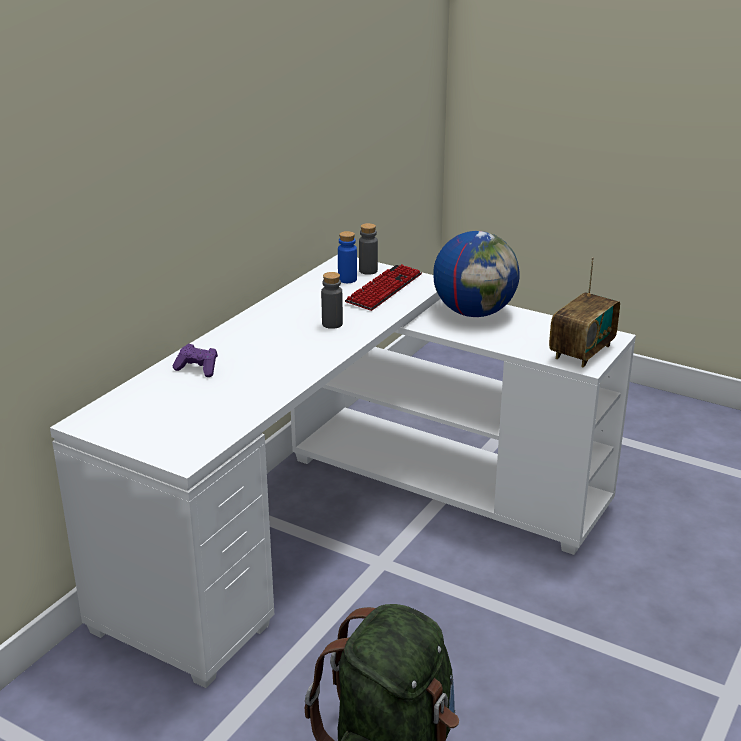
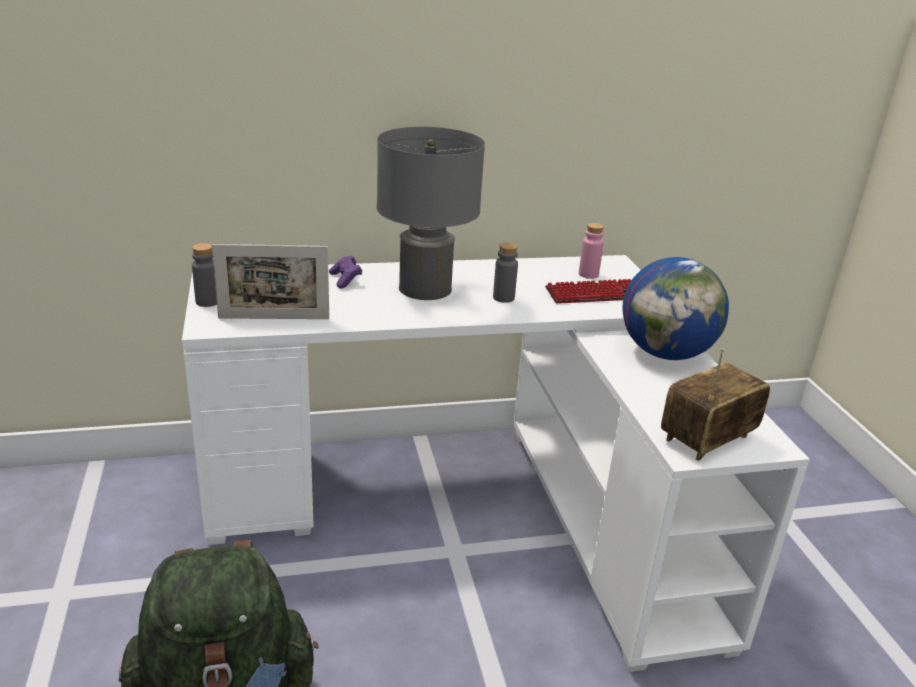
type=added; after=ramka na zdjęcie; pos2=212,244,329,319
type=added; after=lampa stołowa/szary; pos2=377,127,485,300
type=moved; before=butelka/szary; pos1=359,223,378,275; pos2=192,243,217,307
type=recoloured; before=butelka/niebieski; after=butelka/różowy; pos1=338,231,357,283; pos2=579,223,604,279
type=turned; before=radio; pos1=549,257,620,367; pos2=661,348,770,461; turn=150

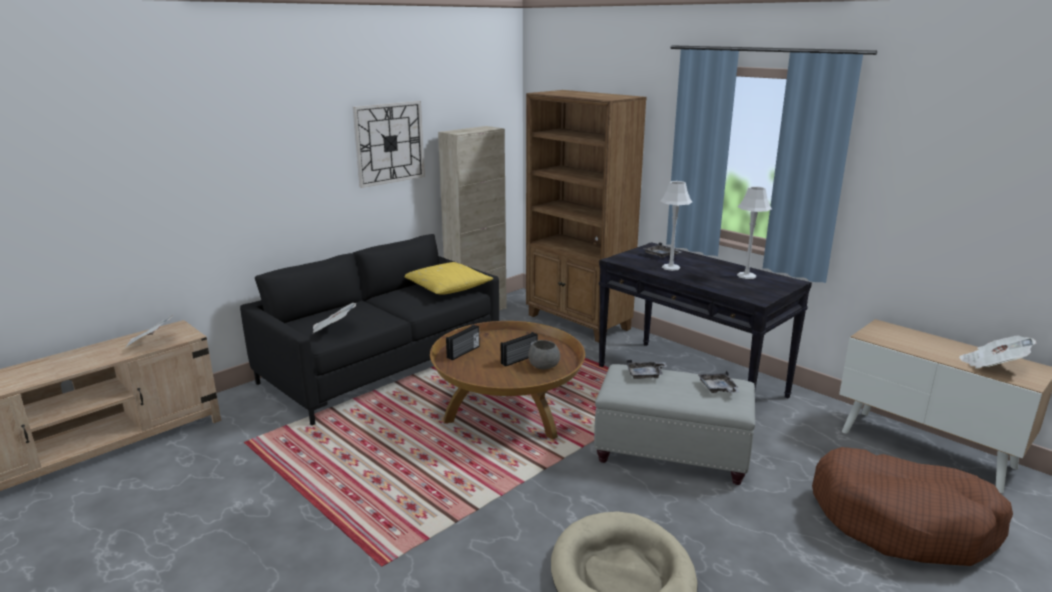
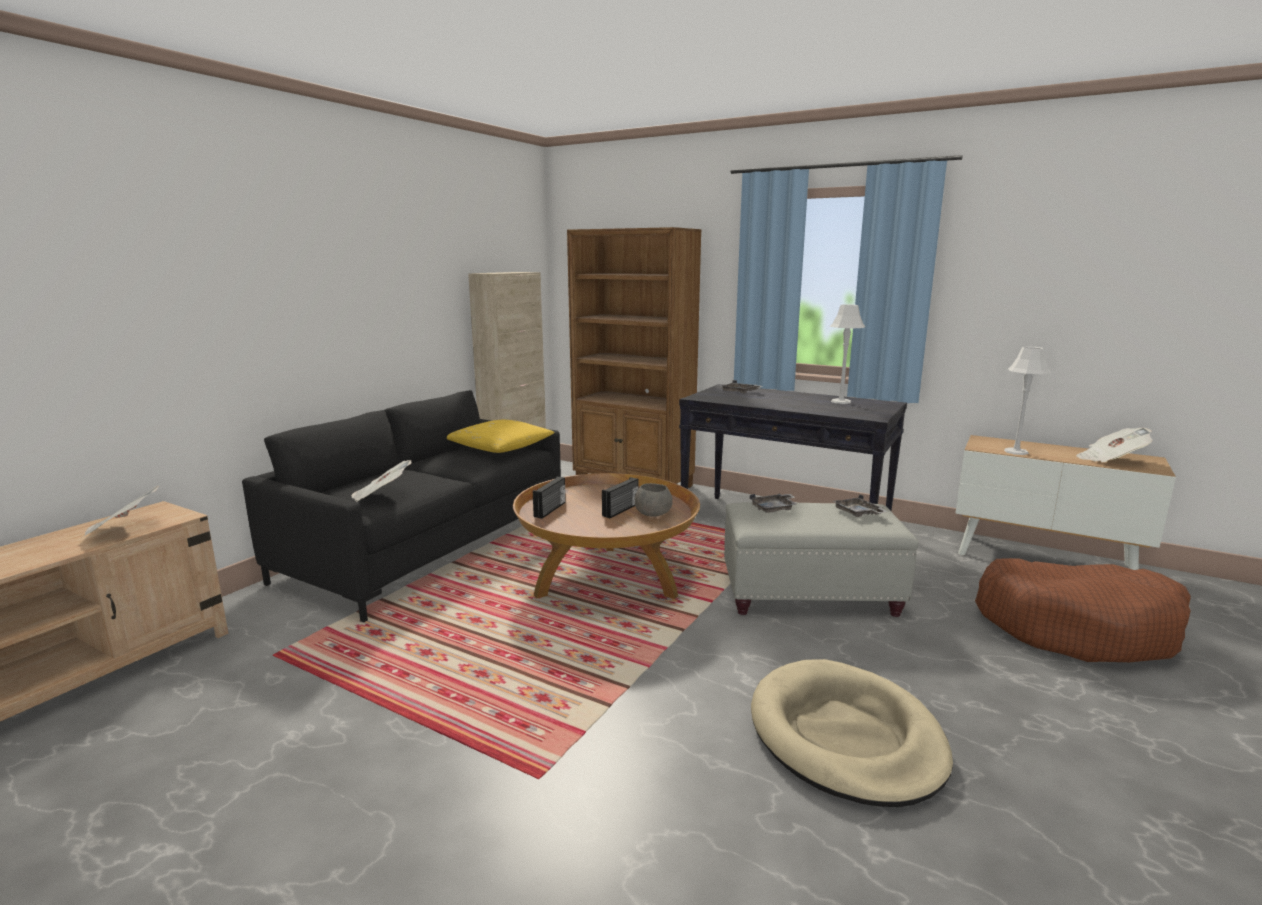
type=removed; before=zegar ścienny; pos1=353,101,425,188
type=moved; before=lampa stołowa/szary; pos1=660,181,692,271; pos2=1004,346,1051,455

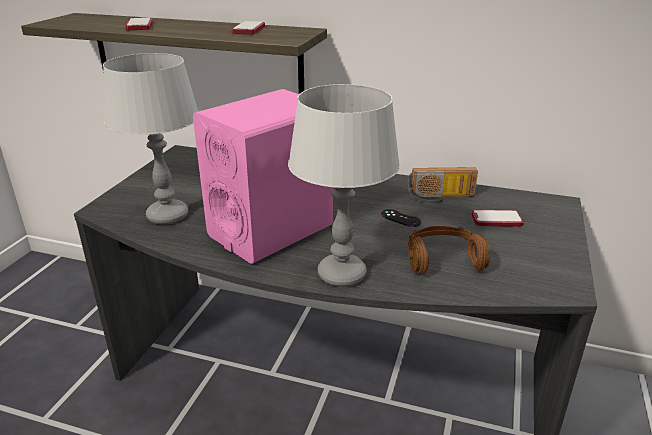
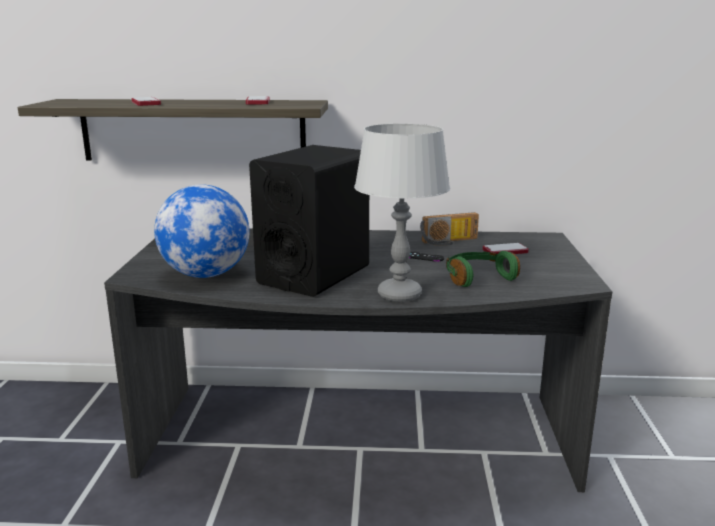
type=replaced; before=lampa stołowa/szary; after=globus; pos1=103,53,198,225; pos2=154,184,249,278
type=recoloured; before=głośnik/różowy; after=głośnik/czarny; pos1=193,89,333,264; pos2=249,145,369,297
type=recoloured; before=słuchawki/brązowy; after=słuchawki/zielony; pos1=408,226,490,274; pos2=446,251,520,287

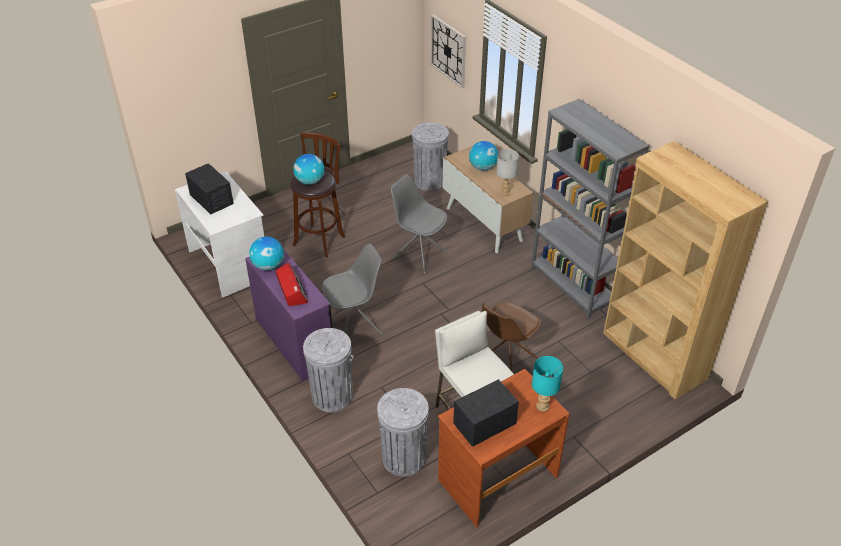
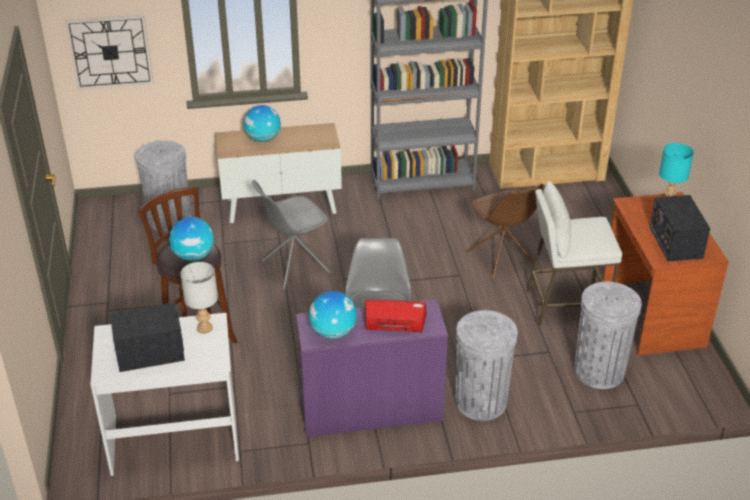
type=moved; before=lampa stołowa/szary; pos1=496,149,519,196; pos2=180,262,218,334

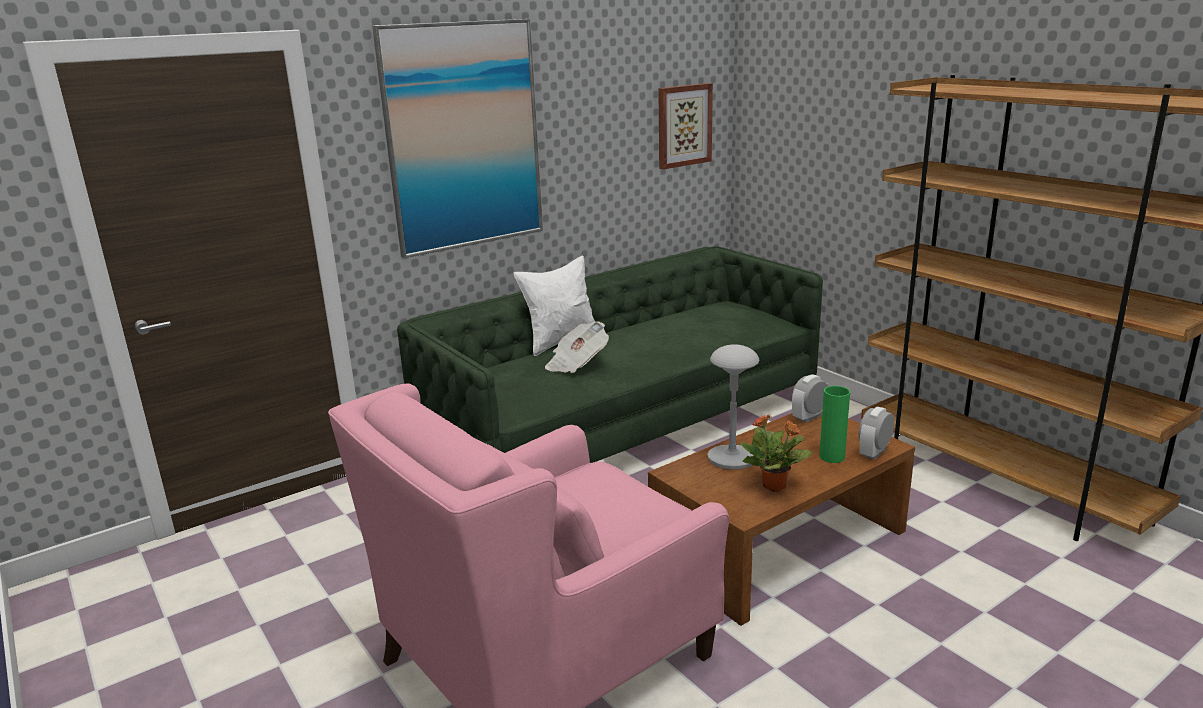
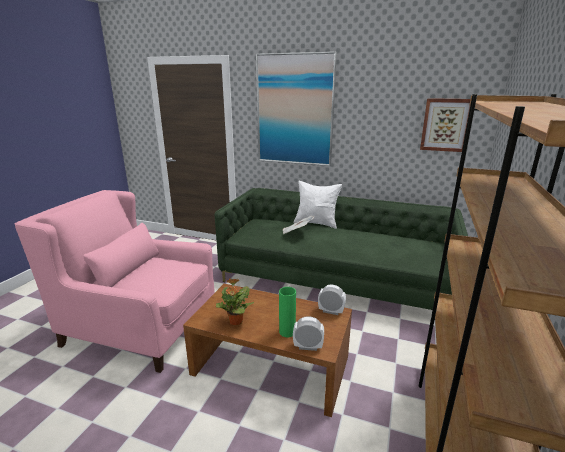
type=removed; before=lampa stołowa/szary; pos1=707,344,759,470

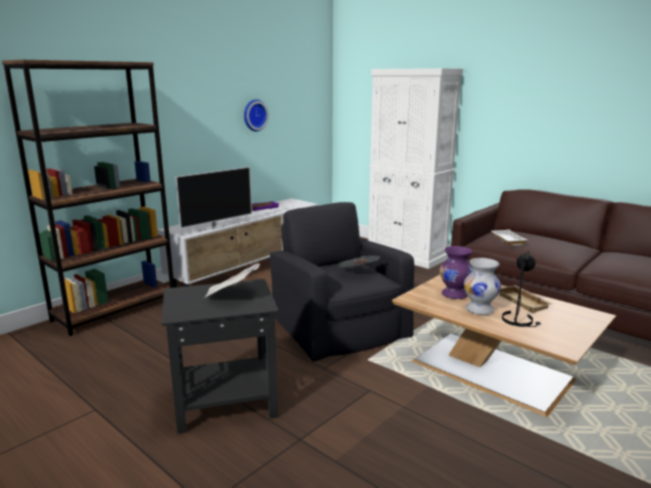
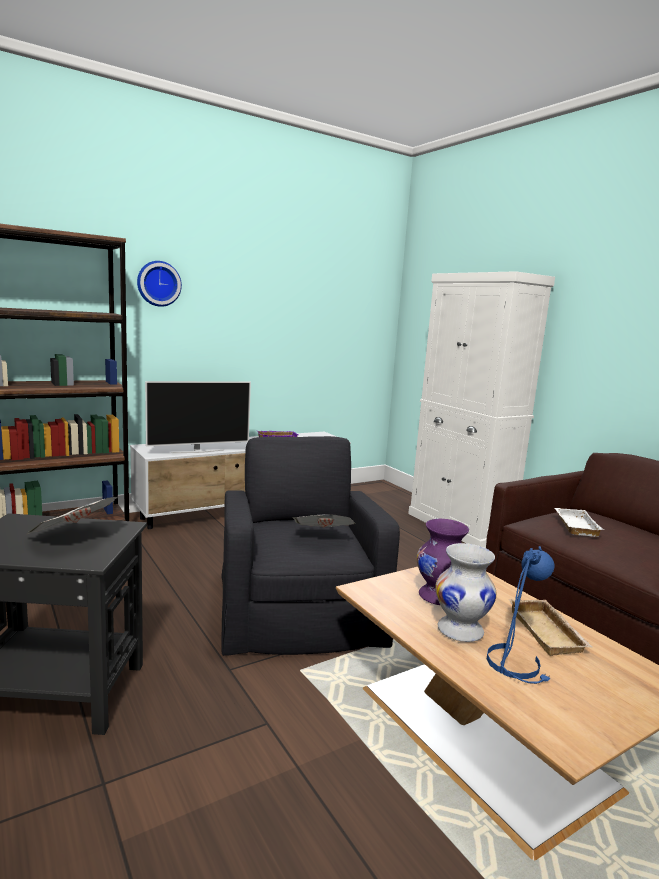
type=moved; before=zegar ścienny; pos1=244,99,269,131; pos2=137,261,182,307
type=recoloured; before=lampa stołowa/czarny; after=lampa stołowa/niebieski; pos1=502,251,541,327; pos2=487,546,554,684

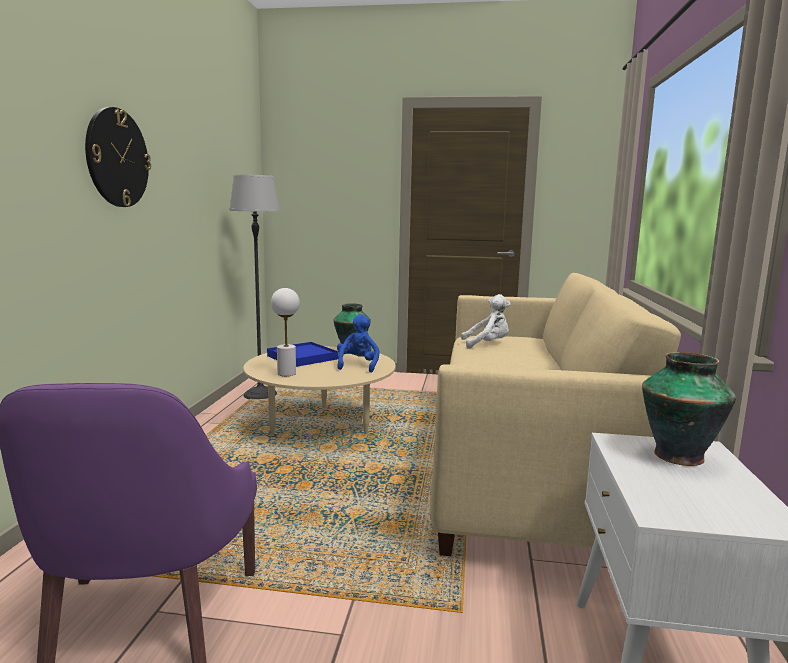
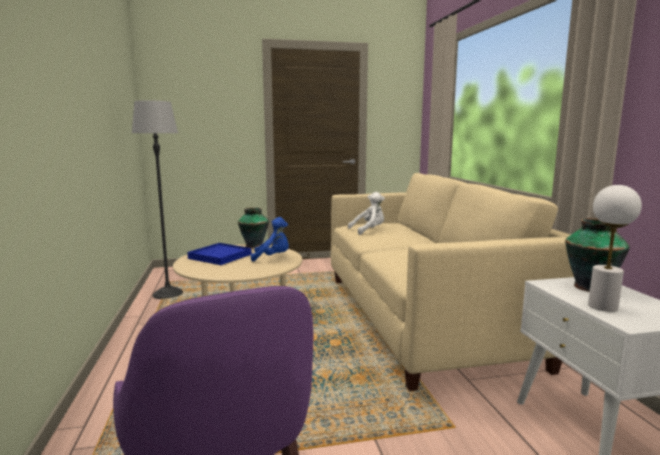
type=removed; before=zegar ścienny; pos1=85,107,151,207
type=moved; before=lampa stołowa/biały; pos1=271,288,300,376; pos2=588,185,642,312
type=turned; before=pluszak/niebieski; pos1=337,314,379,373; pos2=251,217,289,262; turn=105

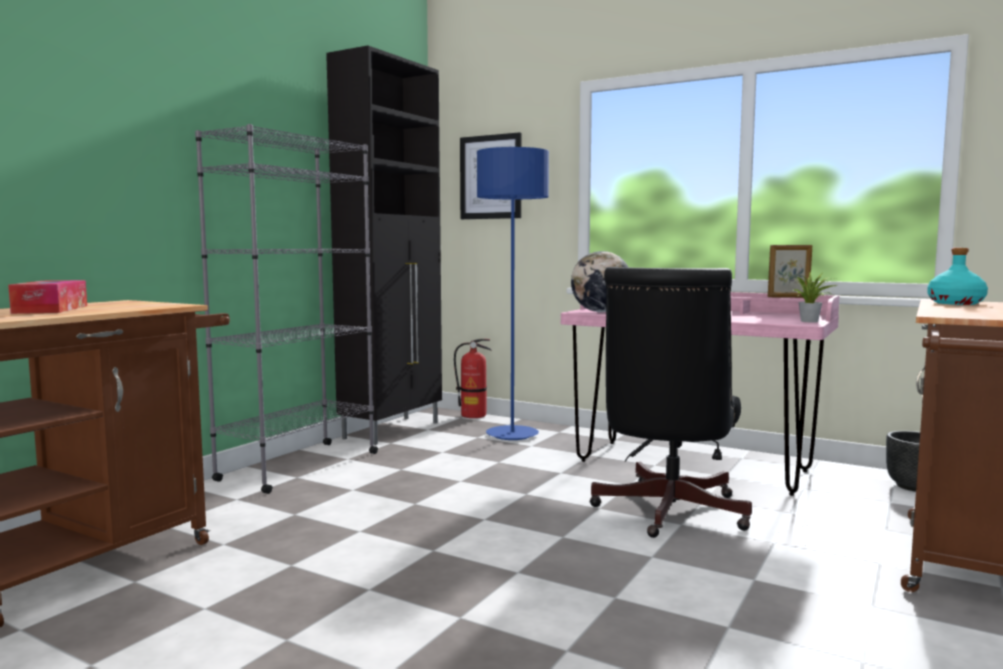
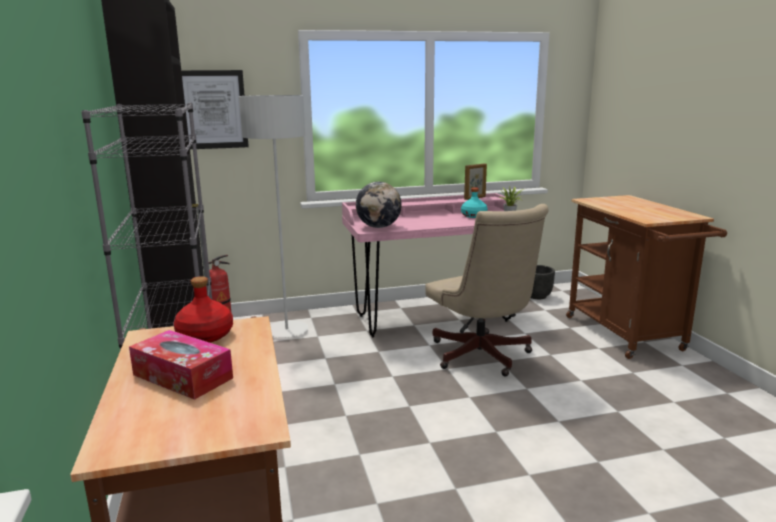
type=added; after=butelka/czerwony; pos2=174,276,233,343
type=moved; before=butelka/turkusowy; pos1=927,248,988,305; pos2=461,187,488,218
type=recoloured; before=lampa stojąca/niebieski; after=lampa stojąca/szary; pos1=477,147,549,440; pos2=239,95,309,338
type=recoloured; before=krzesło biurowe/czarny; after=krzesło biurowe/beżowy; pos1=590,267,752,538; pos2=425,204,549,376

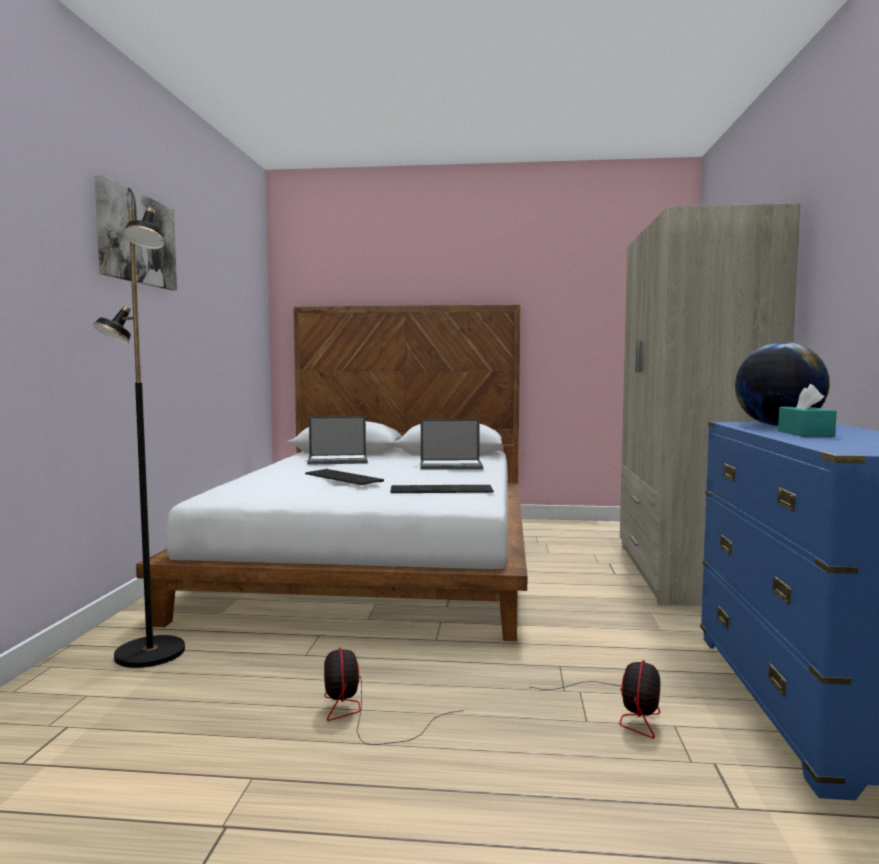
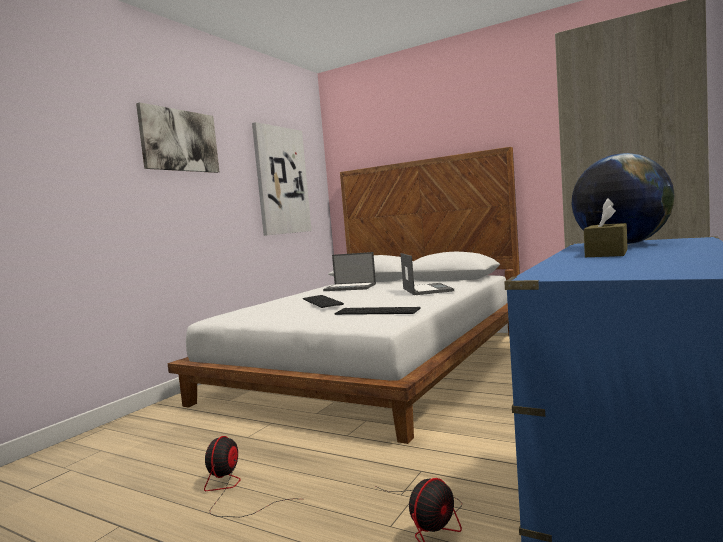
type=removed; before=lampa stojąca/czarny; pos1=93,207,185,668
type=added; after=obraz; pos2=252,122,312,236
type=recoloured; before=pudełko chusteczek/turkusowy; after=pudełko chusteczek/brązowy; pos1=778,384,837,437; pos2=584,198,628,257
type=turned; before=laptop; pos1=420,419,483,470; pos2=401,253,454,295; turn=-120

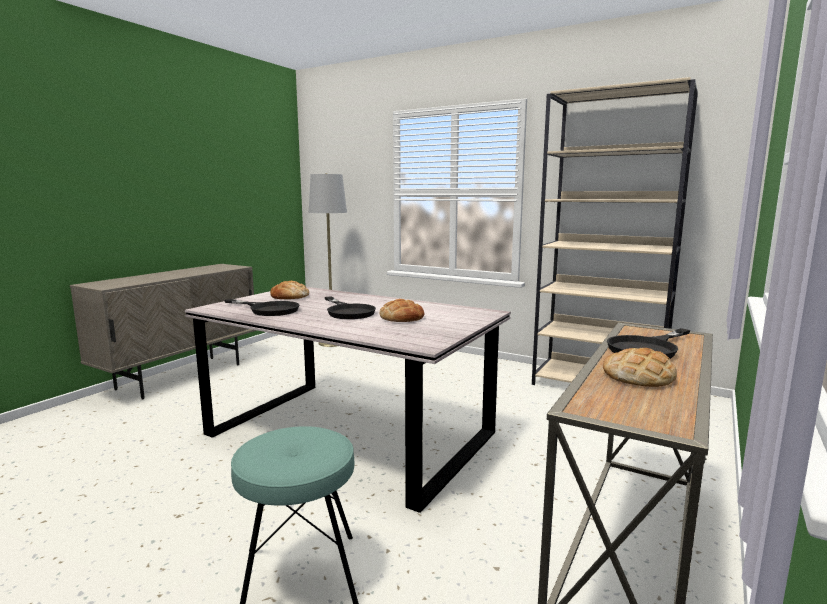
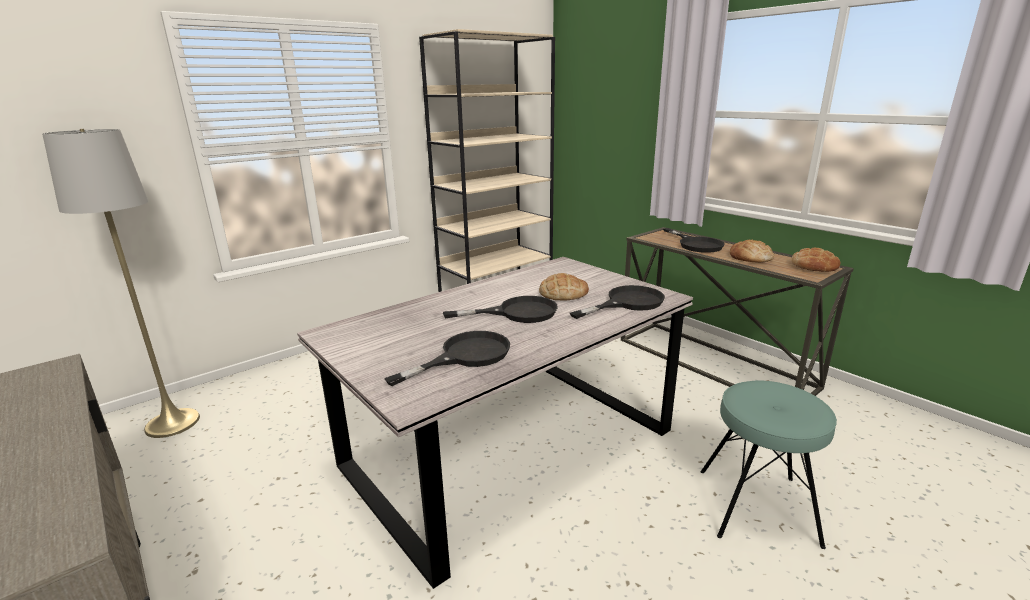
type=added; after=patelnia/czarny; pos2=570,285,665,319
type=moved; before=chleb; pos1=270,281,309,299; pos2=791,248,841,272

